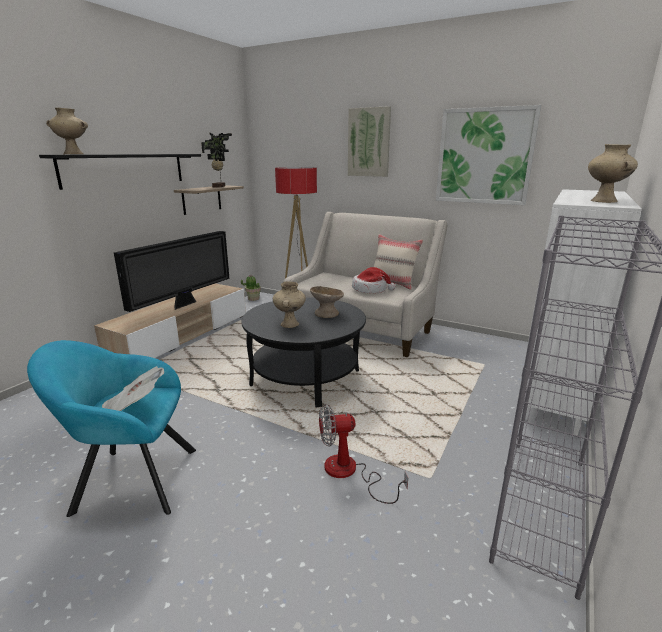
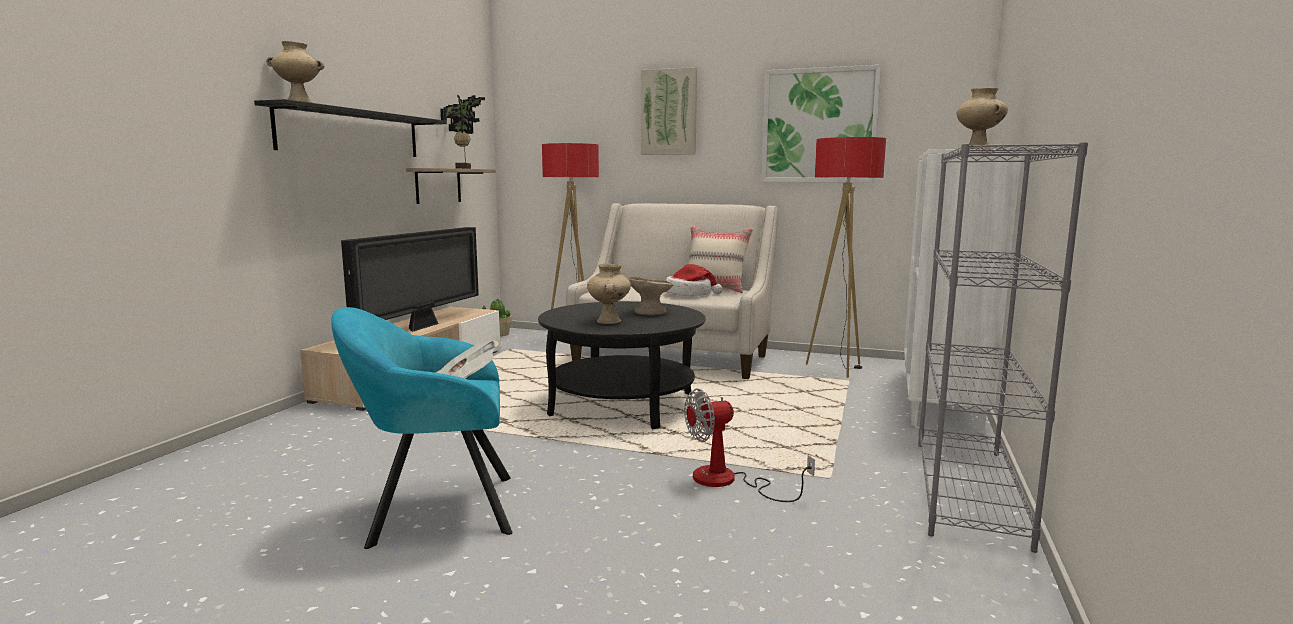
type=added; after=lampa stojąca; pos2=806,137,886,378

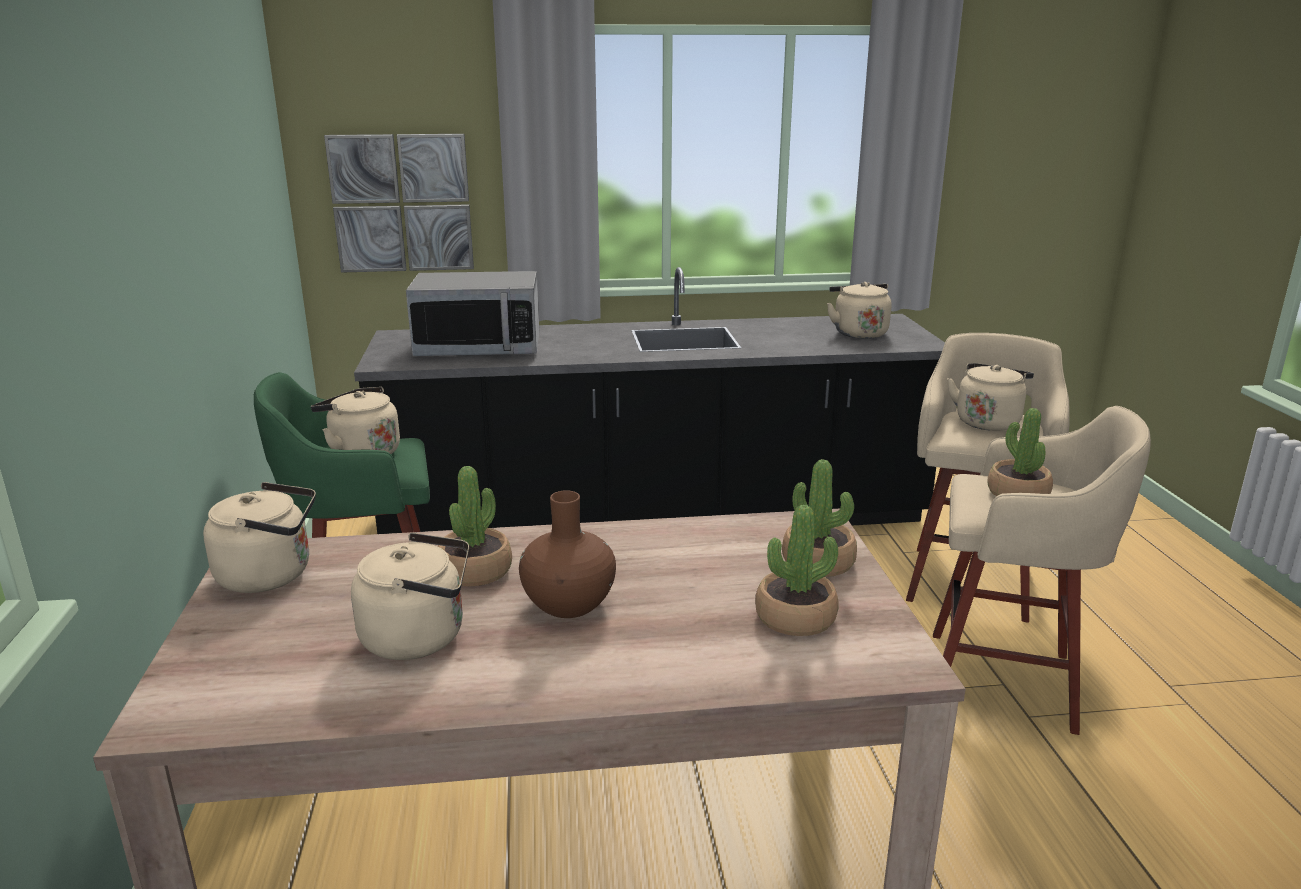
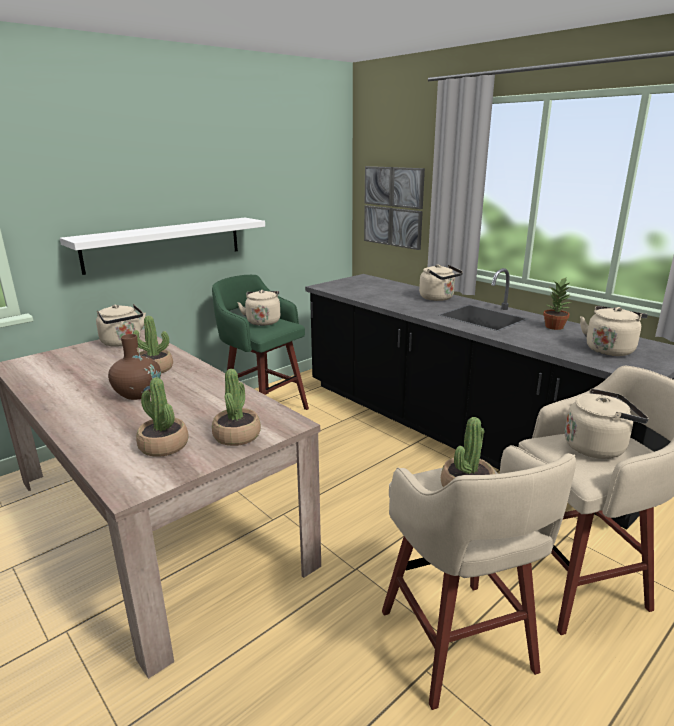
type=removed; before=mikrofalówka; pos1=406,271,539,356
type=added; after=półka/biały; pos2=60,217,265,275
type=added; after=roślina doniczkowa; pos2=543,278,571,330
type=moved; before=czajnik/beżowy; pos1=351,533,469,660; pos2=419,265,463,301

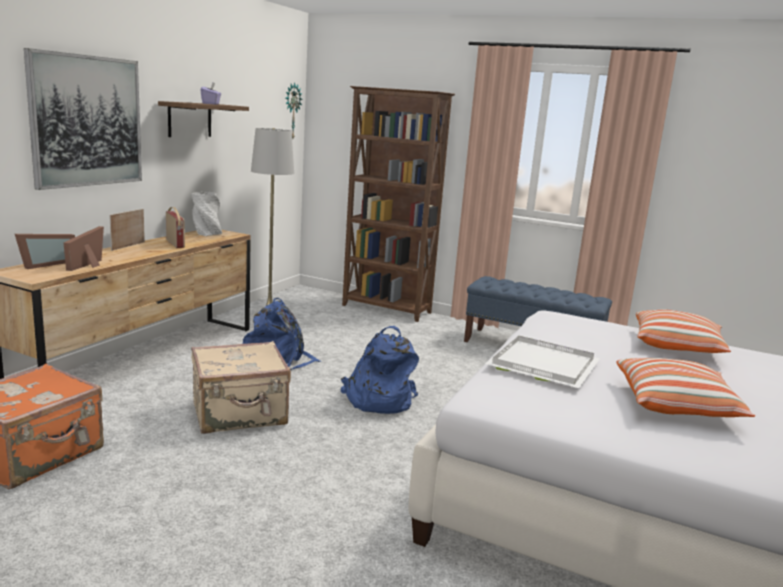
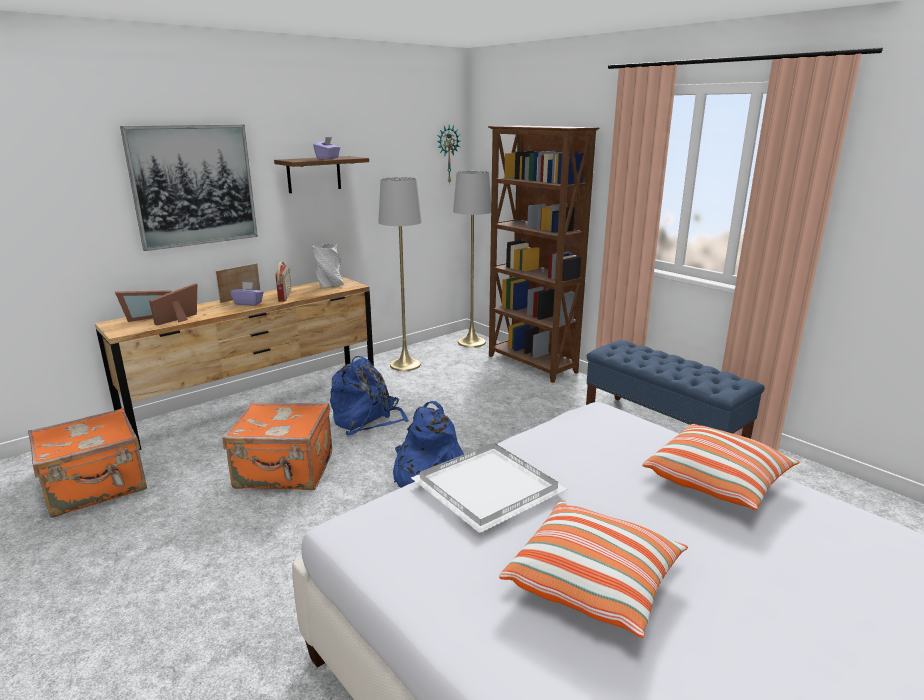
type=added; after=pudełko chusteczek/fioletowy; pos2=230,282,264,306
type=added; after=lampa stojąca/szary; pos2=453,171,491,348
type=recoloured; before=walizka/beżowy; after=walizka/pomarańczowy; pos1=191,341,291,434; pos2=223,402,332,490

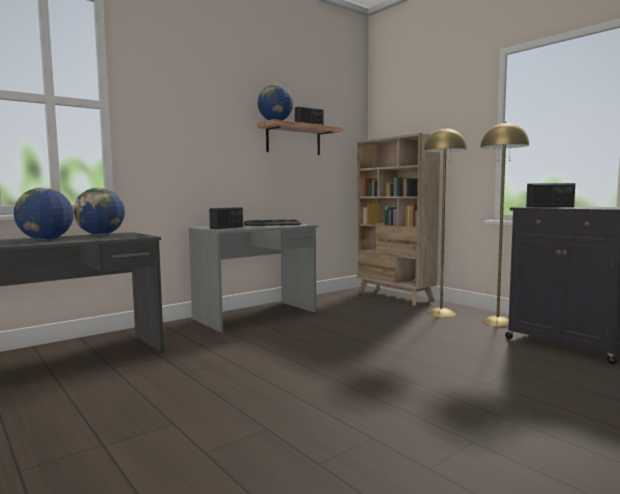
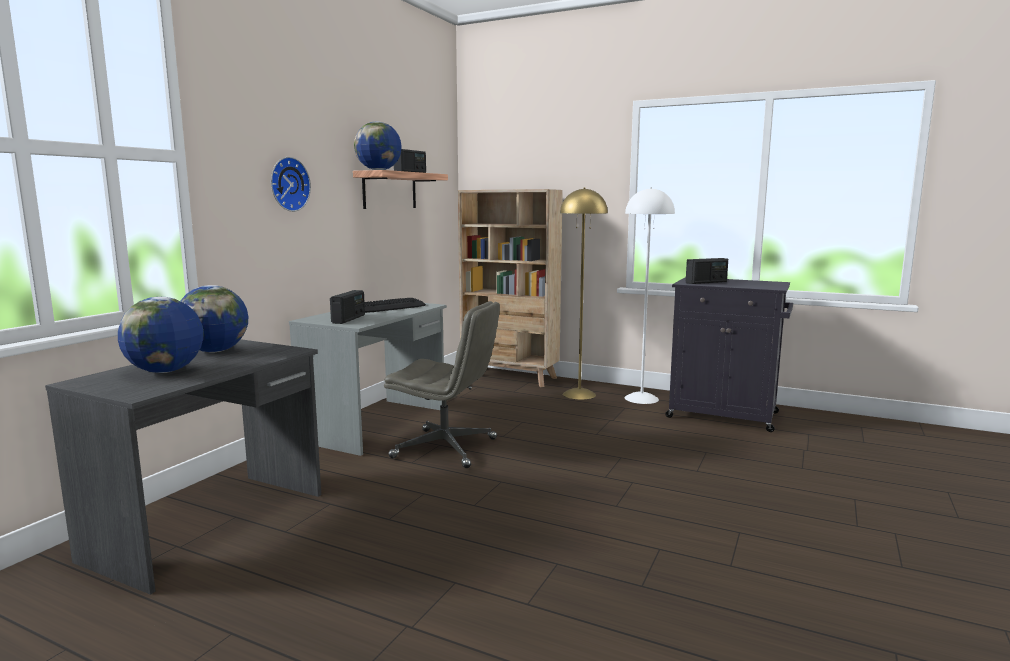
type=added; after=zegar ścienny; pos2=271,157,311,212
type=added; after=krzesło biurowe/szary; pos2=384,301,500,468
type=recoloured; before=lampa stojąca/żółty; after=lampa stojąca/biały; pos1=480,122,529,327; pos2=625,187,675,404

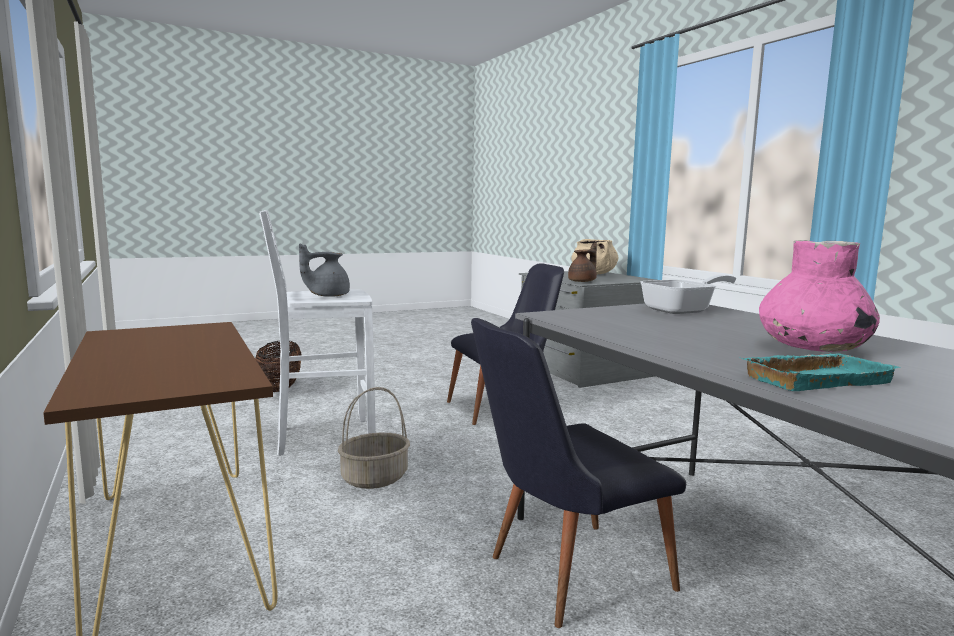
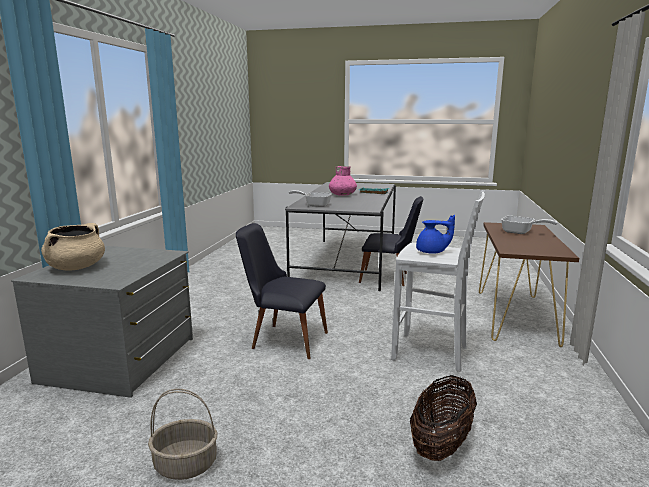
type=removed; before=imbryk/brązowy; pos1=568,243,597,282
type=added; after=patelnia; pos2=501,216,557,234
type=moved; before=koszyk; pos1=338,387,410,489; pos2=148,389,218,480
type=recoloured; before=imbryk/szary; after=imbryk/niebieski; pos1=299,244,350,297; pos2=416,215,455,254

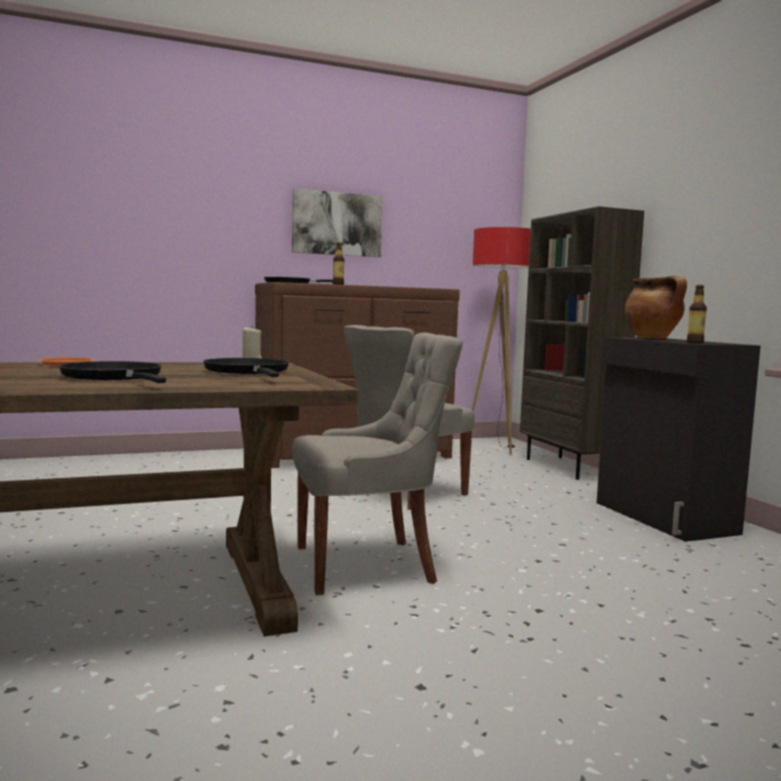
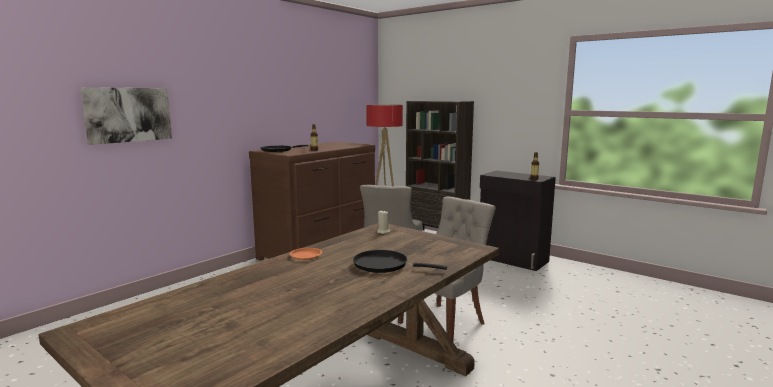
type=removed; before=patelnia/czarny; pos1=203,358,289,377
type=removed; before=garnek; pos1=625,276,687,339
type=moved; before=obraz; pos1=292,188,383,257; pos2=80,87,172,145

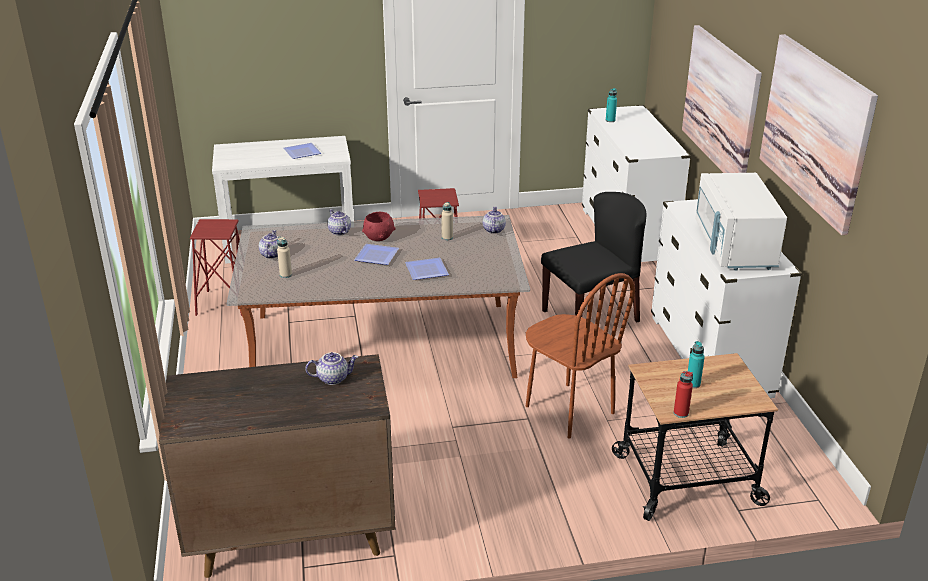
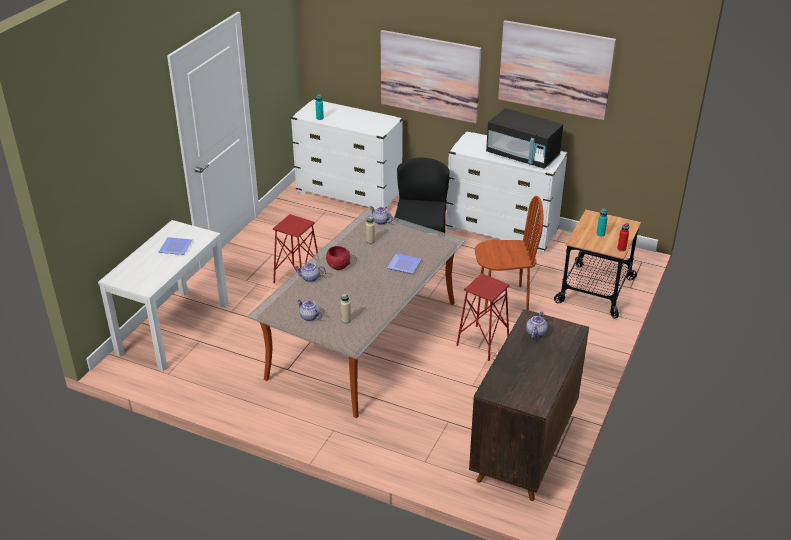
type=removed; before=talerz; pos1=354,244,399,265
type=moved; before=stołek/czerwony; pos1=190,219,242,316; pos2=456,273,510,361
type=recoloured; before=mikrofalówka/biały; after=mikrofalówka/czarny; pos1=695,173,787,271; pos2=486,108,563,169

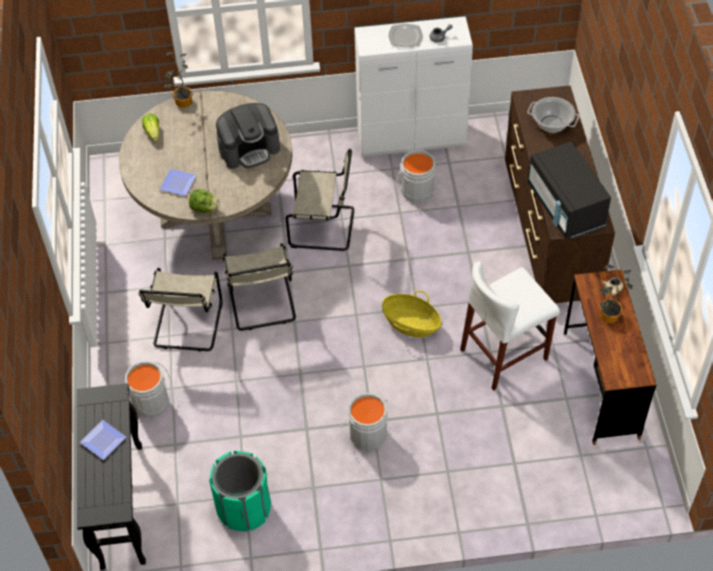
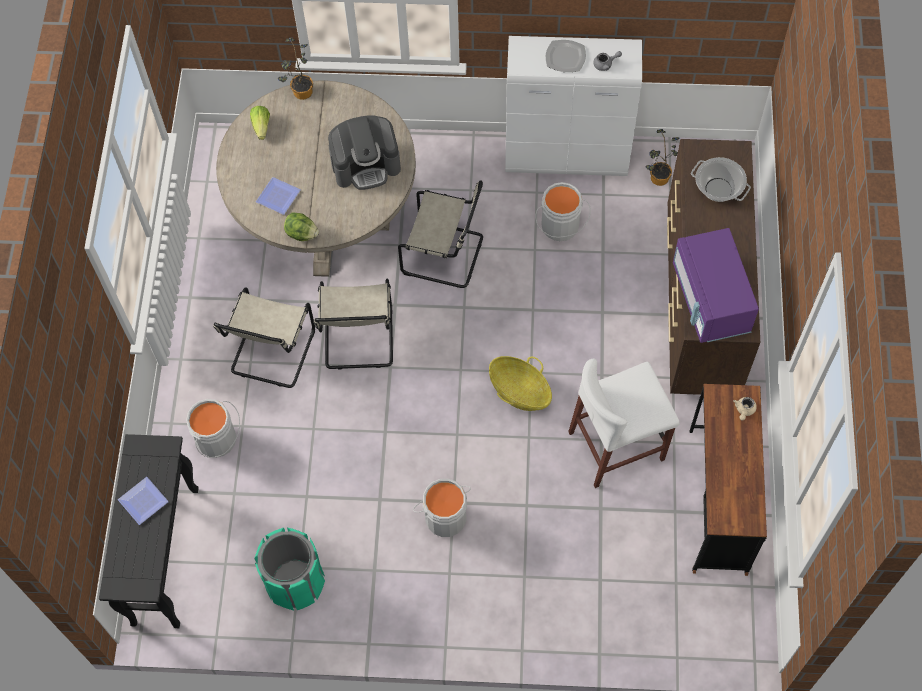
type=moved; before=roślina doniczkowa; pos1=600,264,633,323; pos2=645,129,679,186
type=recoloured; before=mikrofalówka/czarny; after=mikrofalówka/fioletowy; pos1=528,142,611,239; pos2=673,228,759,343

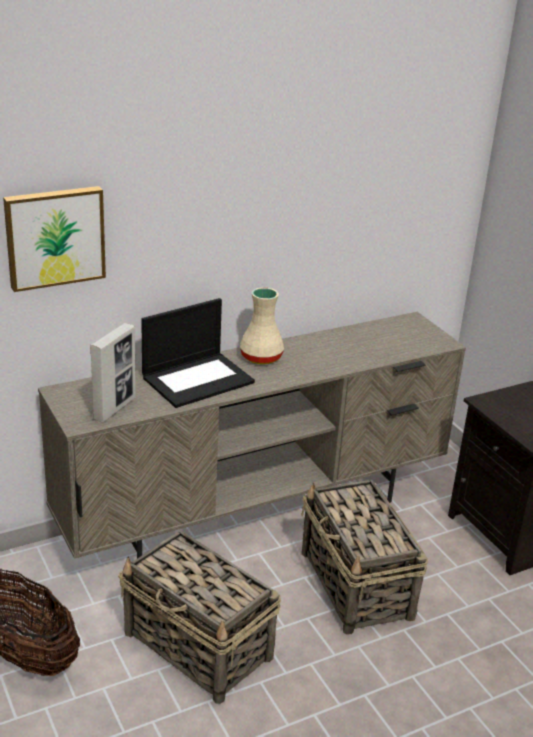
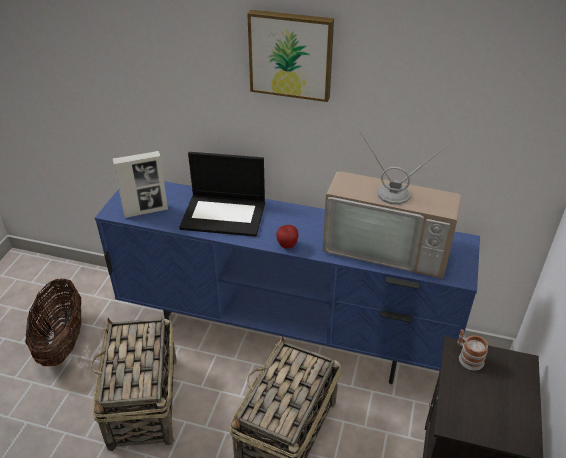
type=removed; before=wazon/beżowy; pos1=240,287,284,364
type=added; after=jabłko; pos2=276,225,299,249
type=added; after=telewizor; pos2=323,130,462,279
type=added; after=kubek; pos2=457,329,488,370
type=moved; before=obraz; pos1=3,186,106,292; pos2=247,10,334,102
type=recoloured; before=szafka pod telewizor/beżowy; after=szafka pod telewizor/niebieski; pos1=38,312,466,559; pos2=95,181,480,384

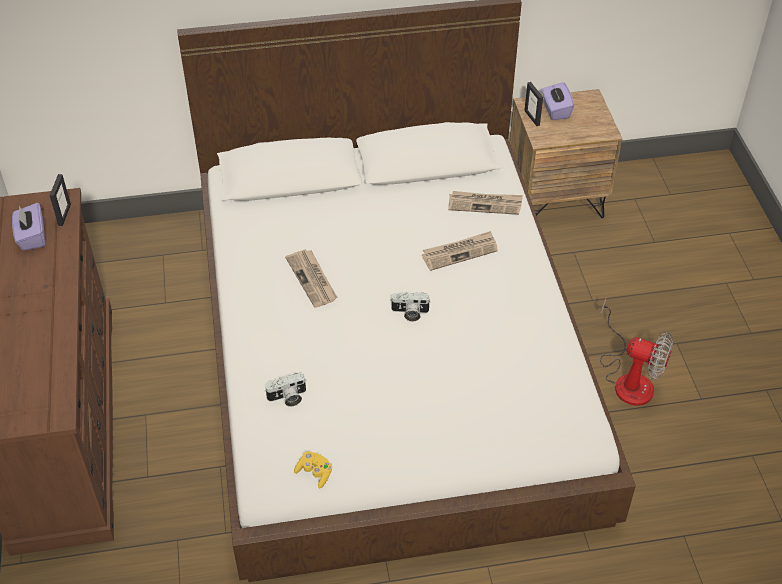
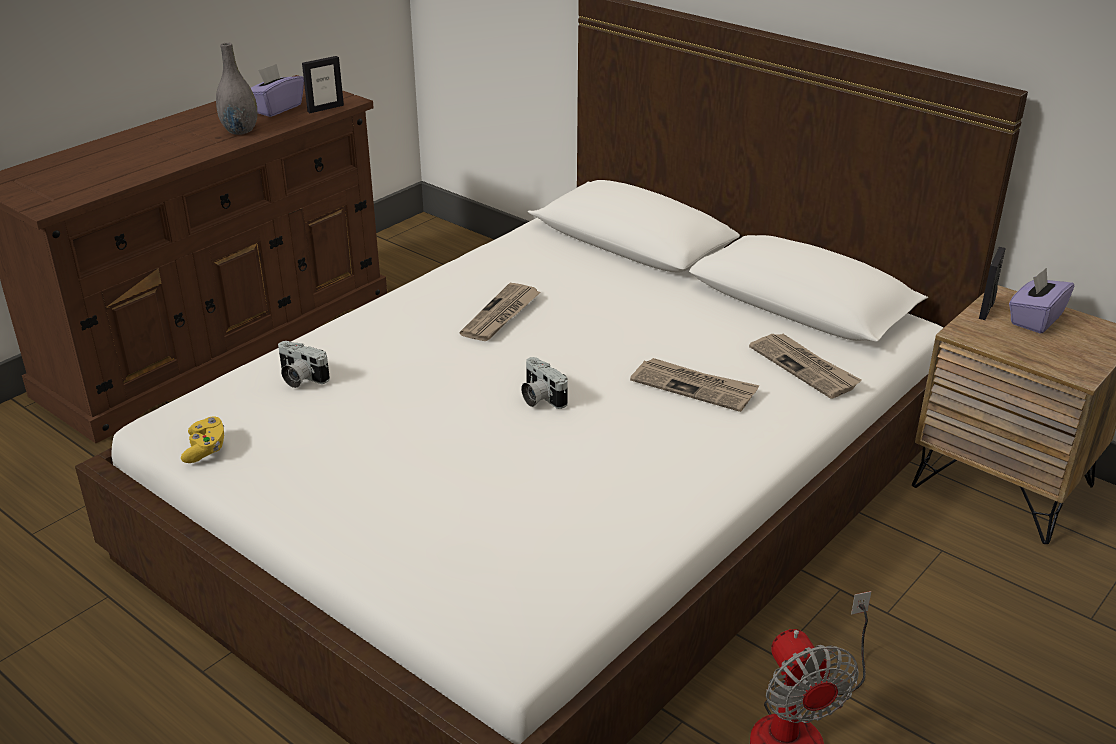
type=added; after=wazon/szary; pos2=216,43,257,135

